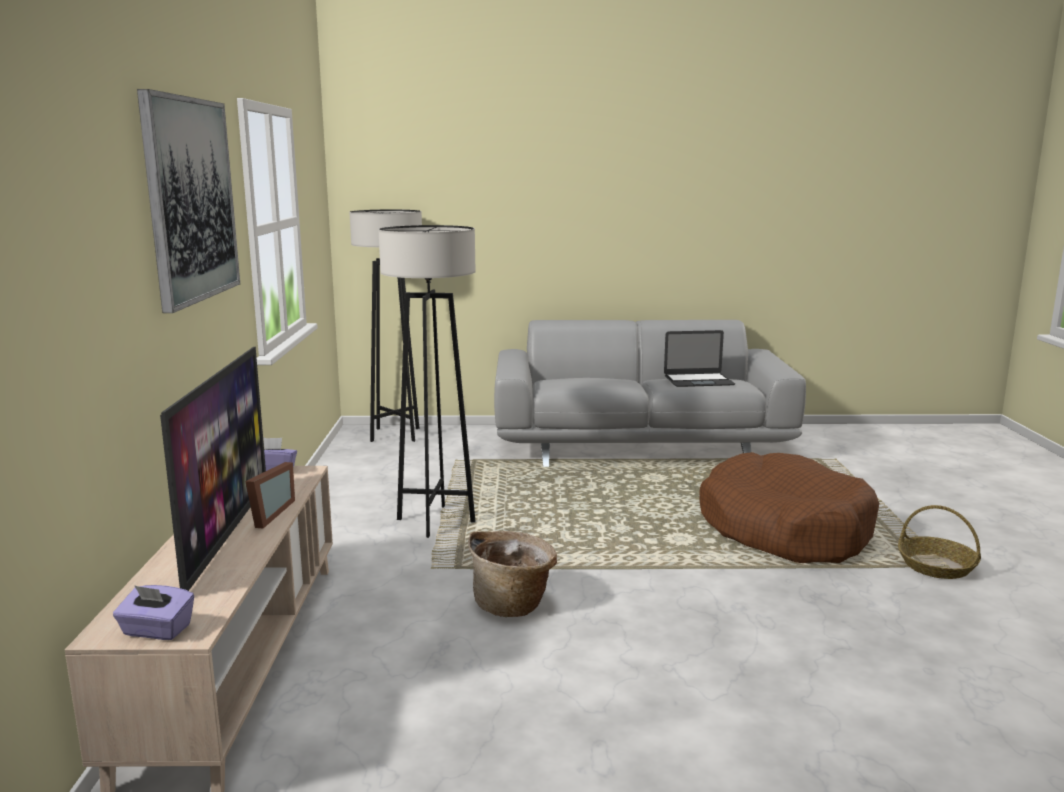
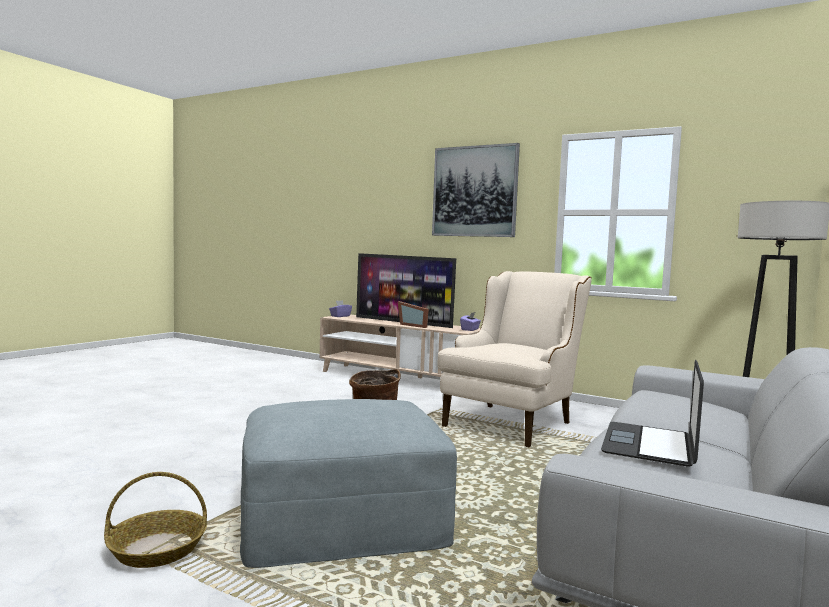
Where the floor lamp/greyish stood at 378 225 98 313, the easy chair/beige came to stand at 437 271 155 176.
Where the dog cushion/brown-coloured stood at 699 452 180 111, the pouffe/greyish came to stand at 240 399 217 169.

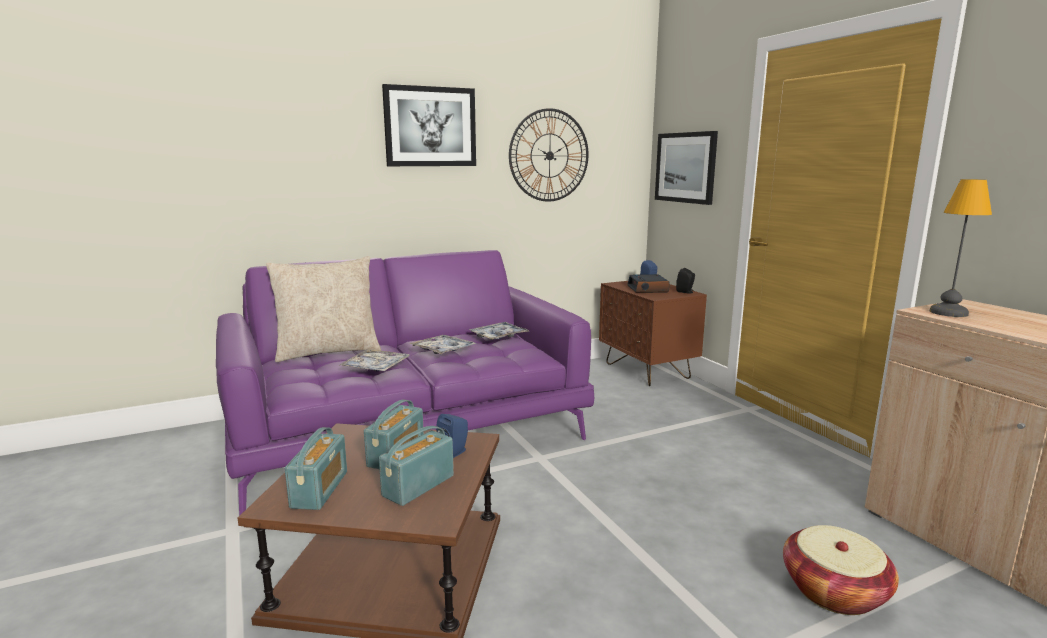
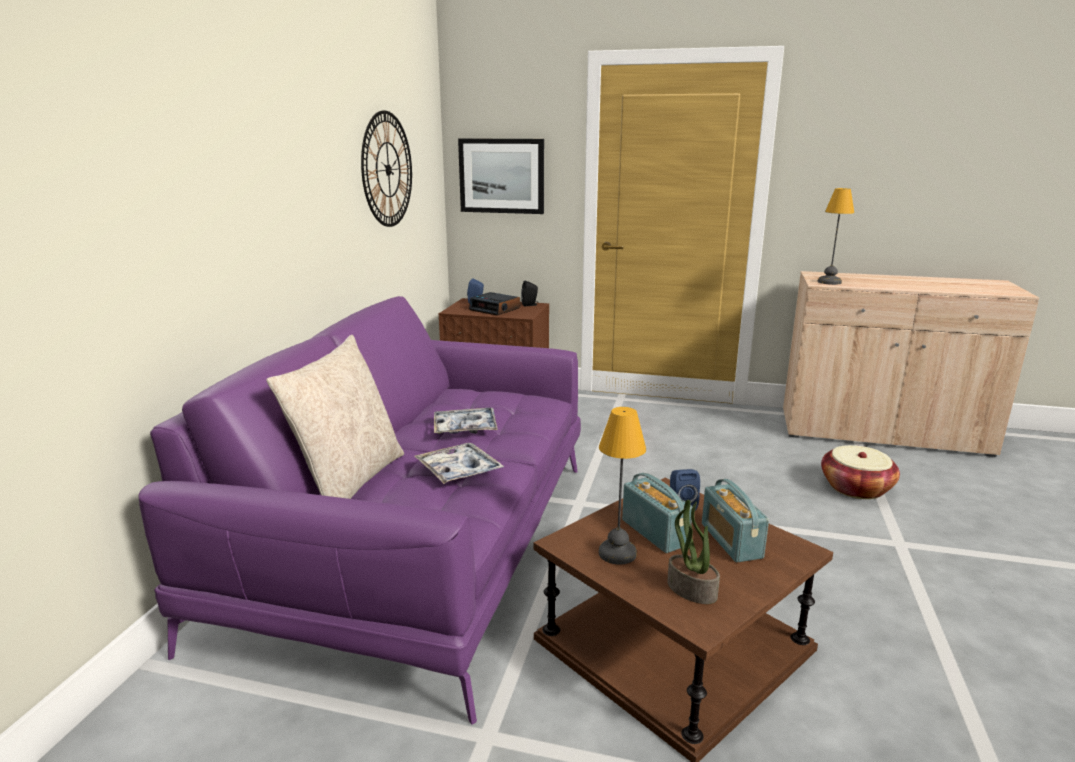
The second view lost the wall art at 382 84 94 82.
The second view lost the serving tray at 469 322 60 18.
Where the radio set stood at 285 427 62 83, the potted plant came to stand at 667 500 53 104.
The second view gained the tabletop lamp at 599 407 47 158.

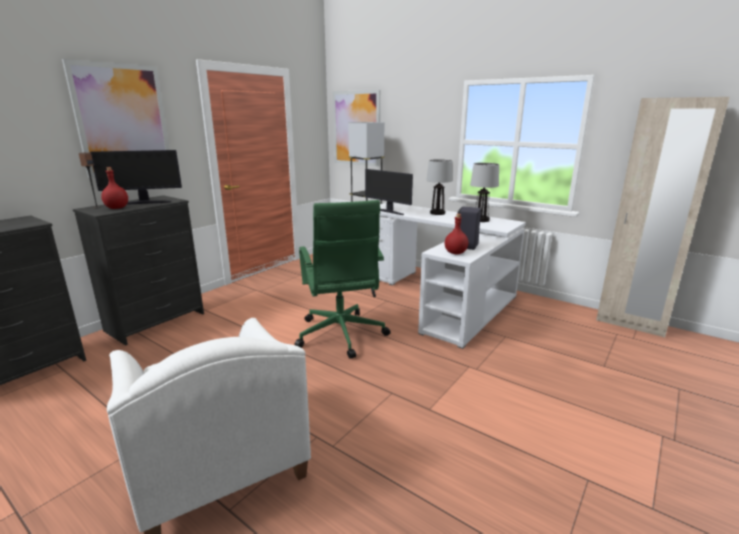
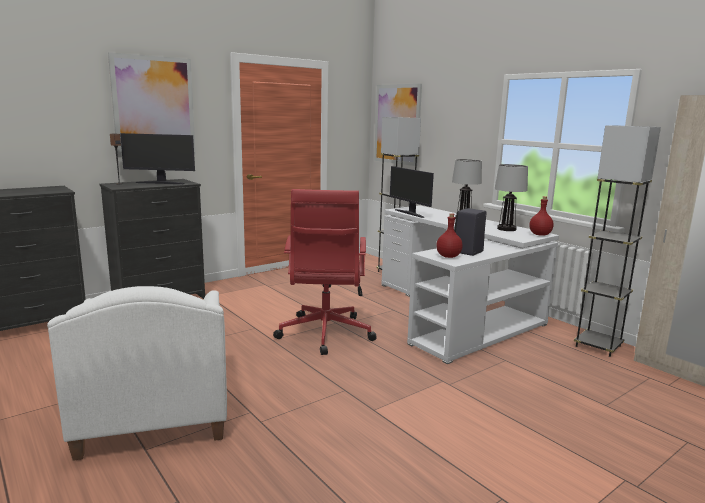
The drink bottle/red ended up elsewhere, having gone from 101 167 27 42 to 529 196 25 40.
What was the computer chair/green at 295 200 96 159 turned into the computer chair/red at 273 189 104 166.
The second view gained the floor lamp/greyish at 574 126 87 231.

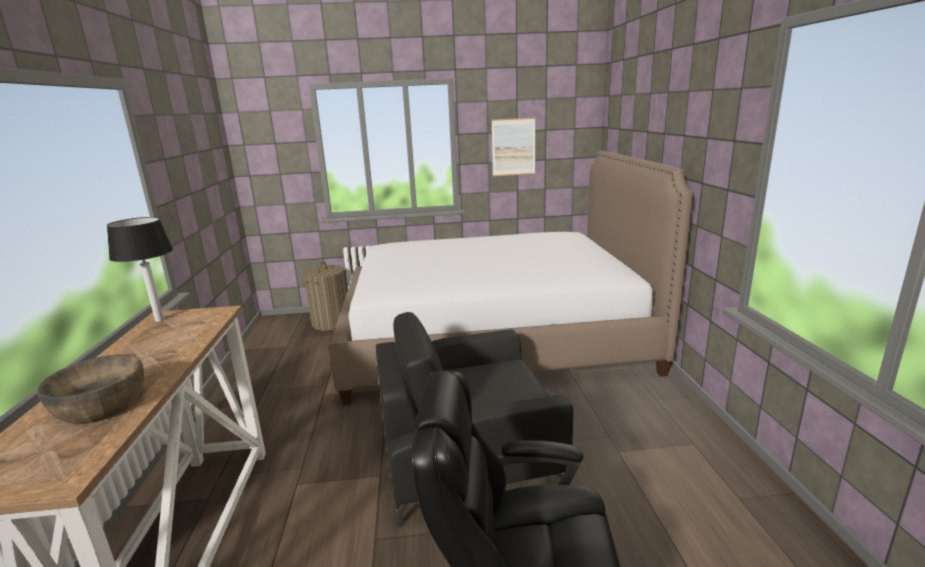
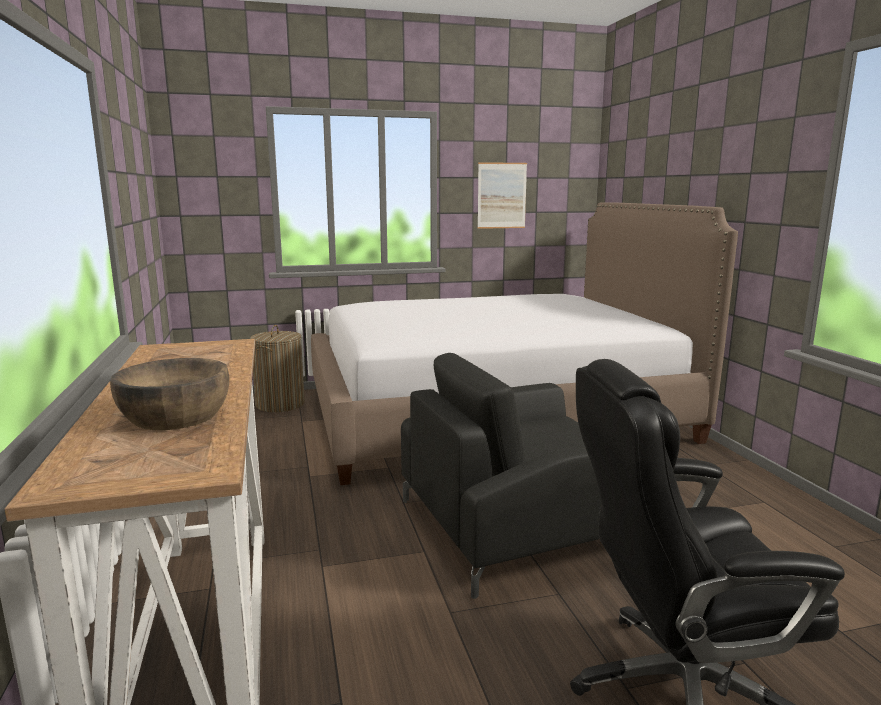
The second view lost the tabletop lamp at 107 217 66 105.

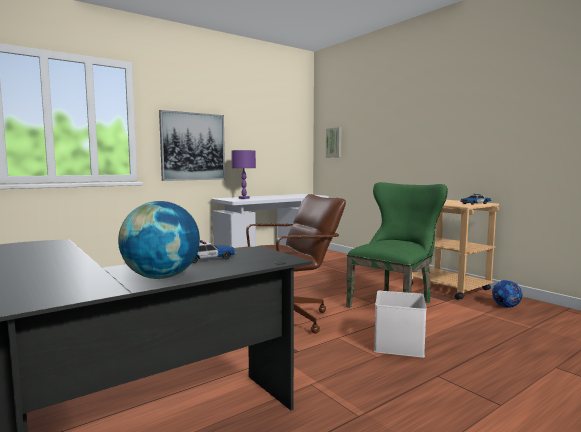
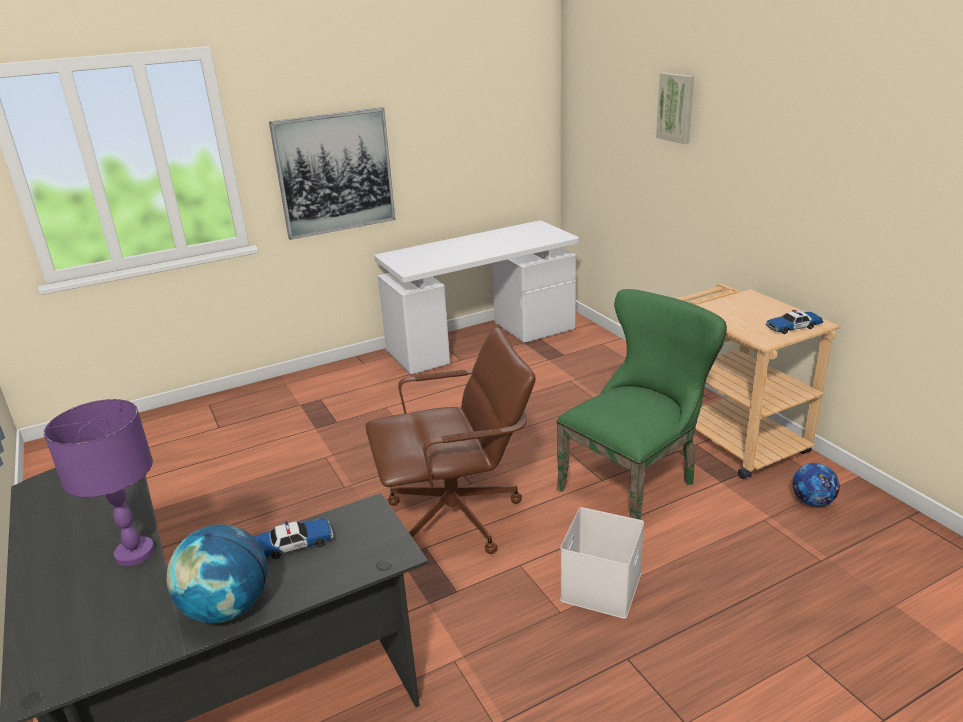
The wall art ended up elsewhere, having gone from 326 127 16 31 to 656 73 38 71.
The tabletop lamp/purple-coloured ended up elsewhere, having gone from 231 150 25 49 to 44 399 111 167.

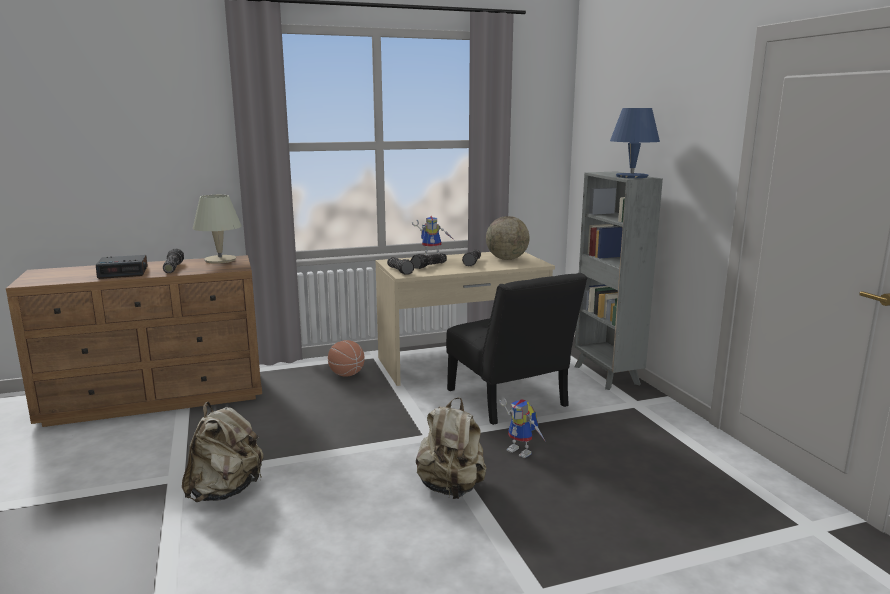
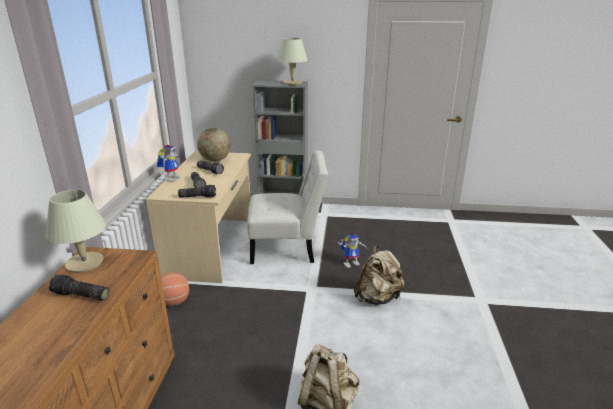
What was the tabletop lamp/bluish at 610 108 50 70 turned into the tabletop lamp/beige at 277 38 31 47.
The second view lost the table clock at 96 255 52 24.
What was the plain chair/black-coloured at 446 273 141 152 turned into the plain chair/whitish at 247 151 81 113.

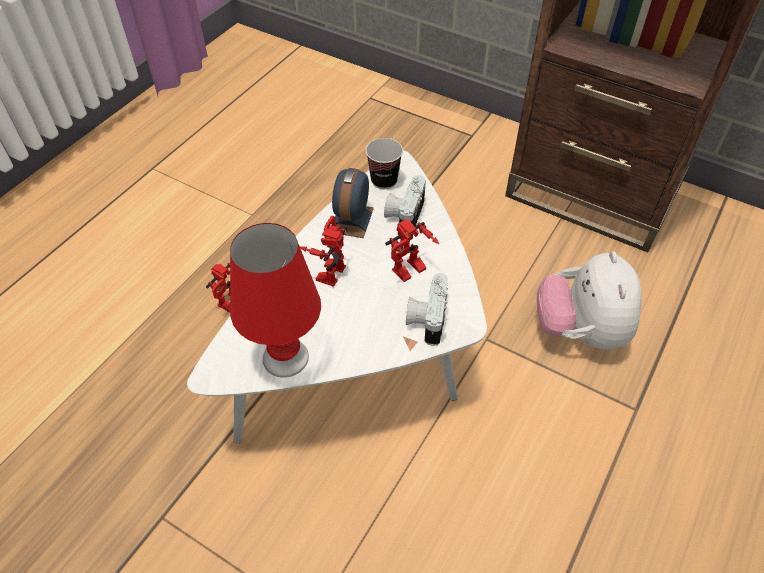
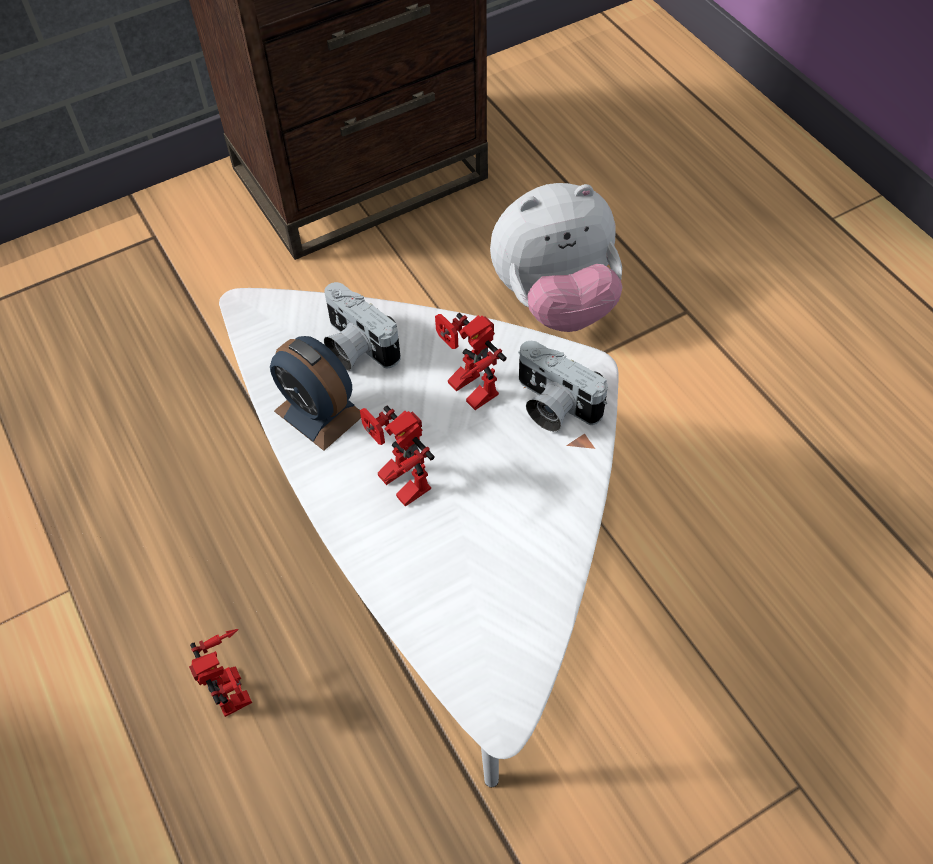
The second view lost the small cup at 366 138 37 51.
The robot figure at 385 220 54 62 ended up facing another way, 150 degrees clockwise from before.
The second view lost the tabletop lamp/red at 230 223 91 155.
The plush toy at 537 251 104 99 ended up facing another way, 45 degrees counterclockwise from before.

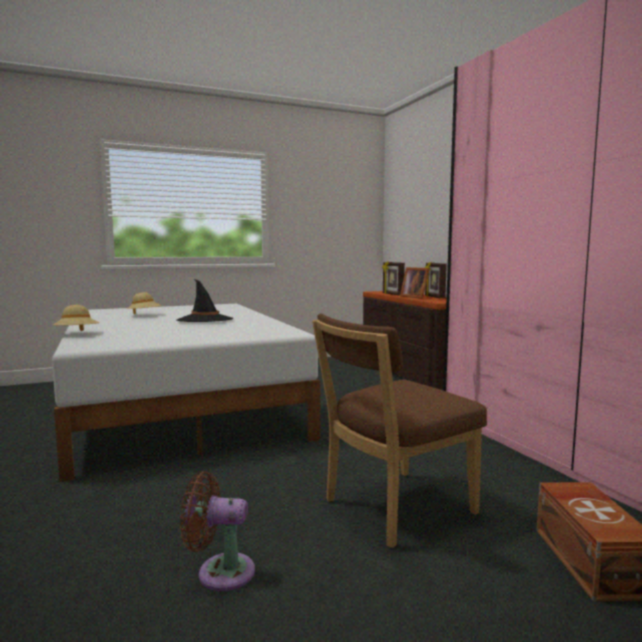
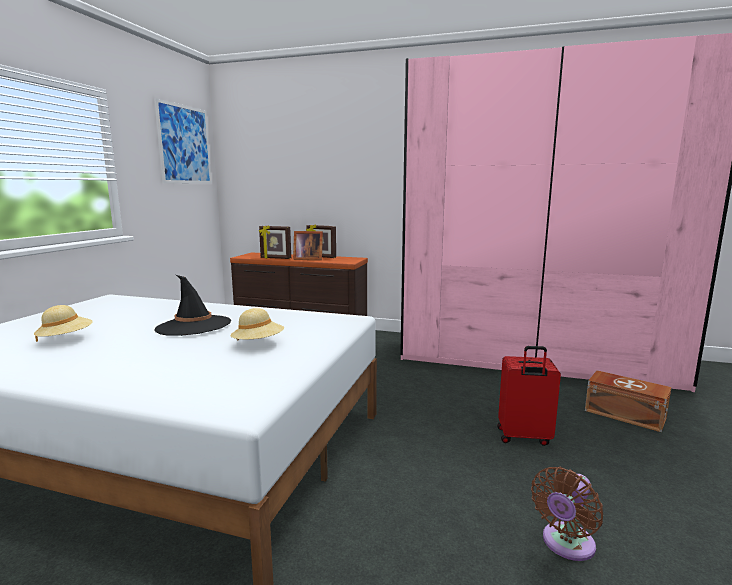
The clothing hat/beige ended up elsewhere, having gone from 53 305 46 26 to 231 308 53 33.
Where the plain chair/brown-coloured stood at 312 313 175 235, the suitcase/red came to stand at 497 346 64 100.
The second view gained the wall art at 154 98 58 86.

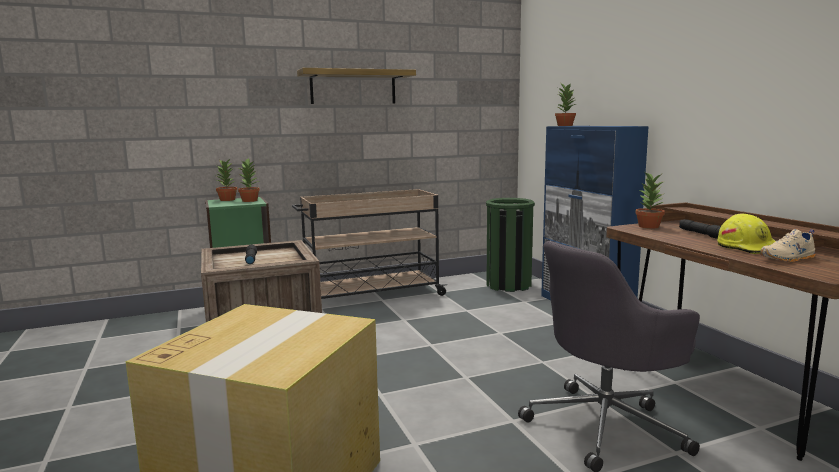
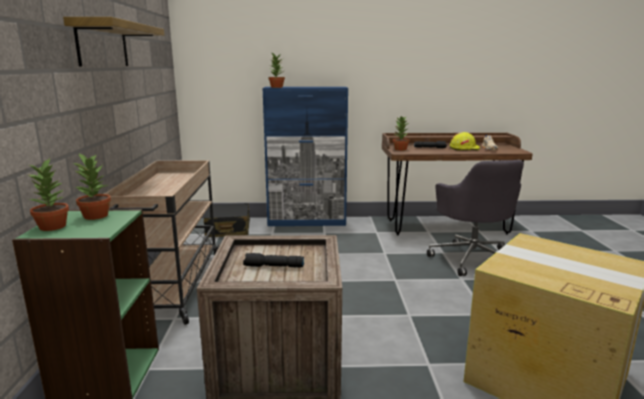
Where the rubbish bin/green stood at 486 198 49 94, the suitcase/black-coloured came to stand at 204 203 46 34.

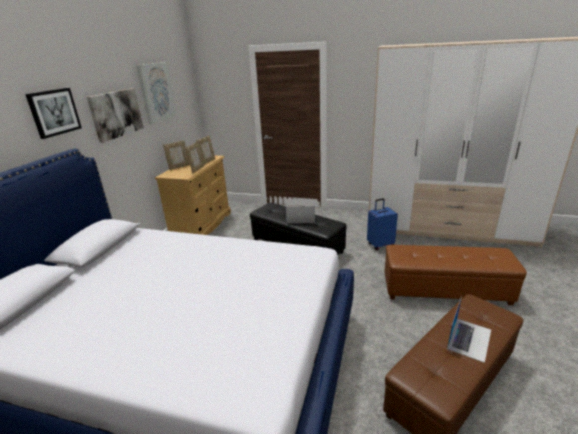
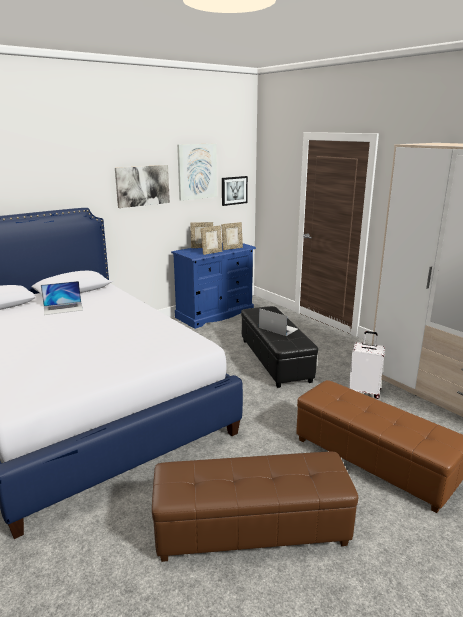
The wall art ended up elsewhere, having gone from 25 88 57 51 to 222 176 26 30.
What was the dresser/beige at 155 155 76 80 turned into the dresser/bluish at 171 242 85 87.
What was the suitcase/bluish at 367 198 31 52 turned into the suitcase/whitish at 349 331 36 68.
The laptop ended up elsewhere, having gone from 447 296 44 67 to 41 281 42 34.

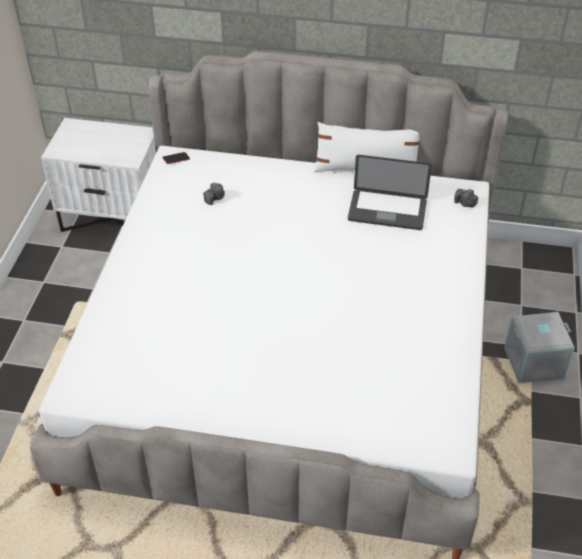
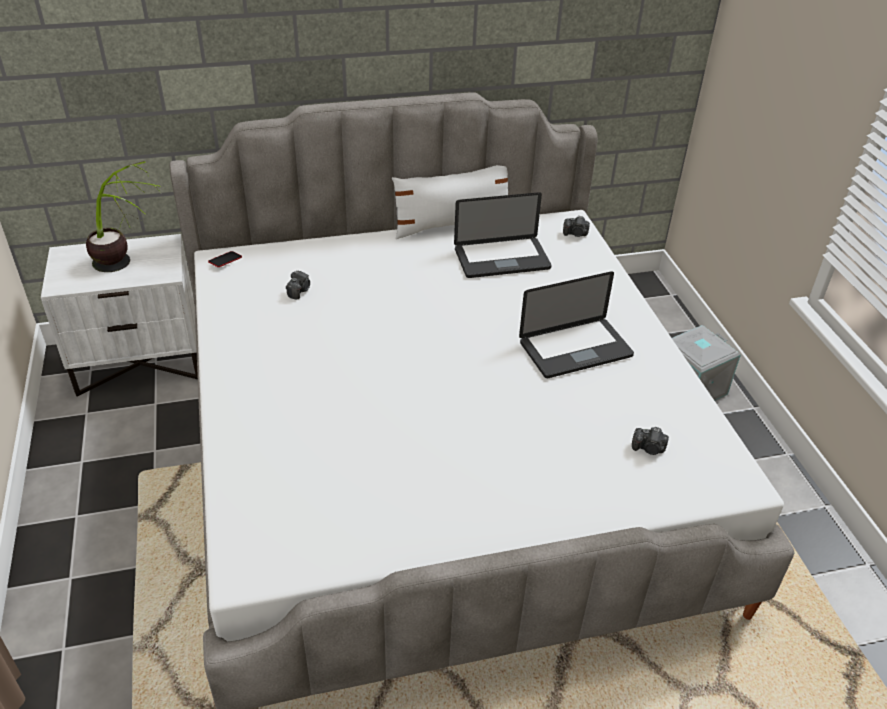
The second view gained the potted plant at 86 161 75 111.
The second view gained the laptop at 519 271 115 107.
The second view gained the photo camera at 632 427 37 28.

